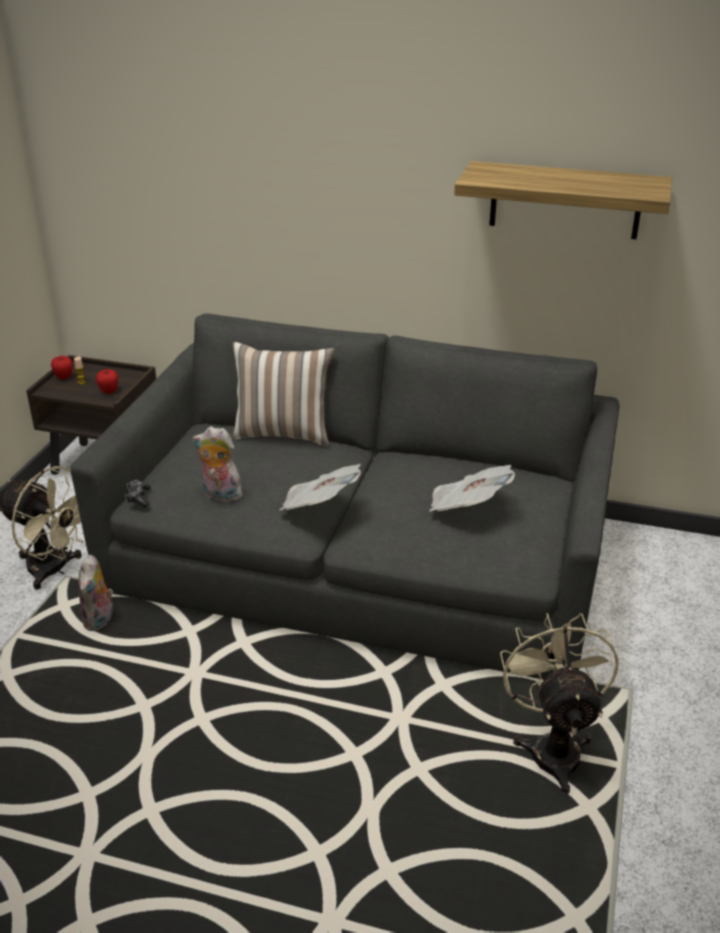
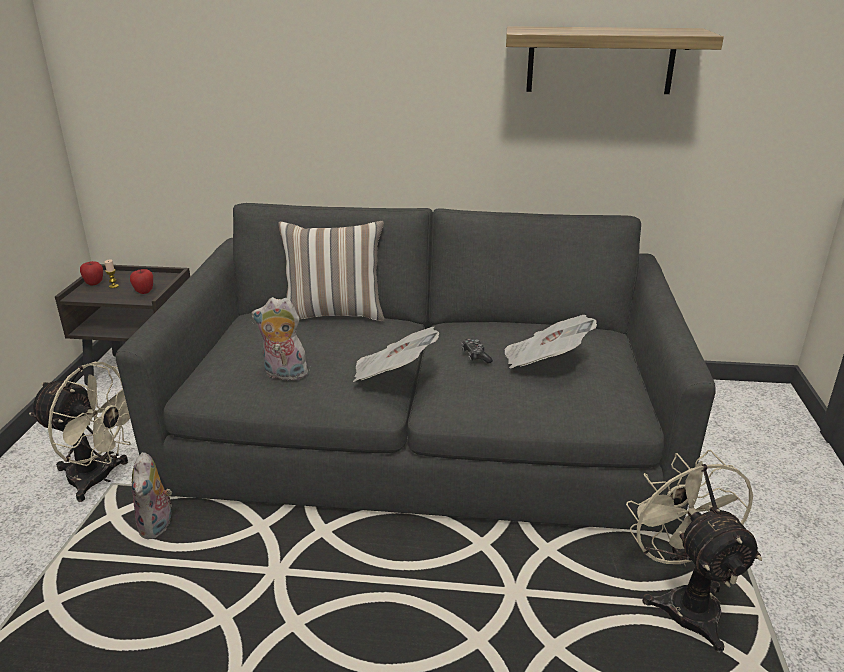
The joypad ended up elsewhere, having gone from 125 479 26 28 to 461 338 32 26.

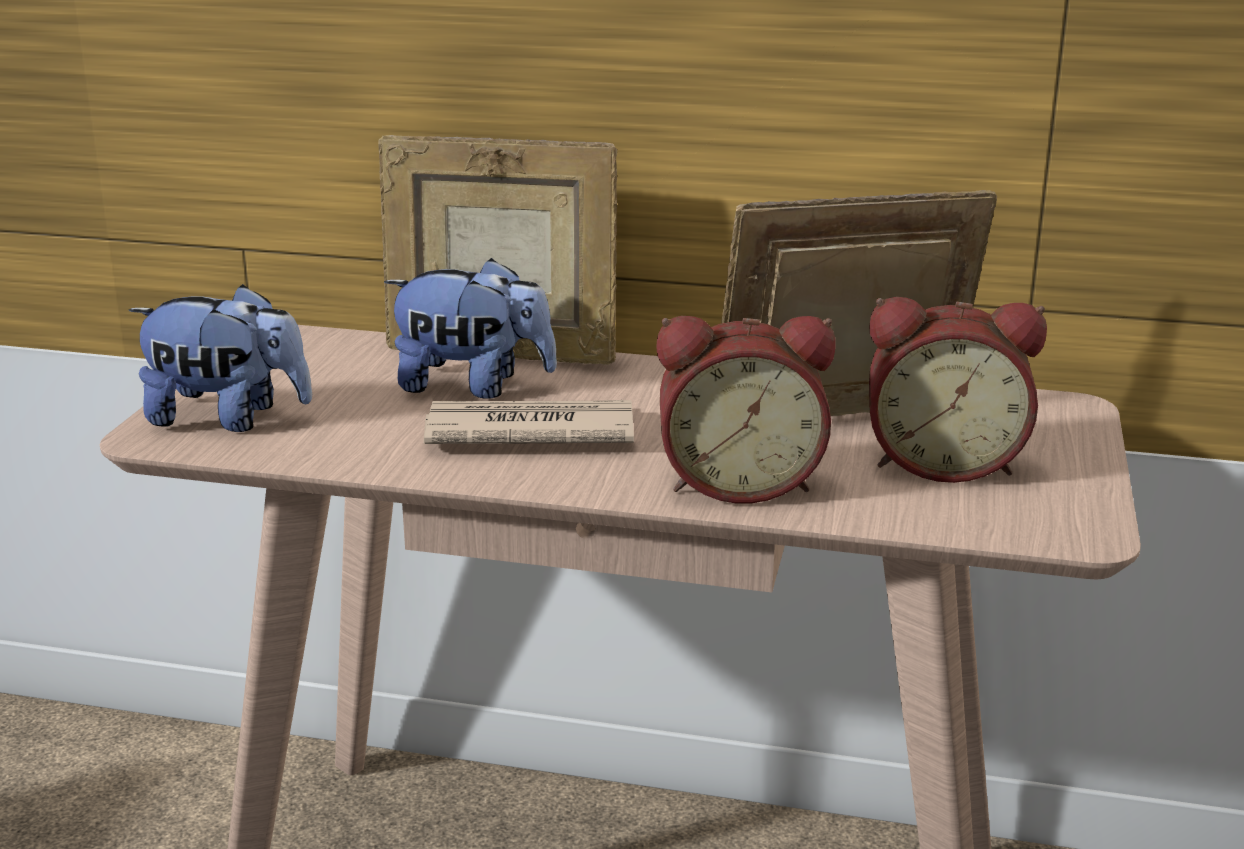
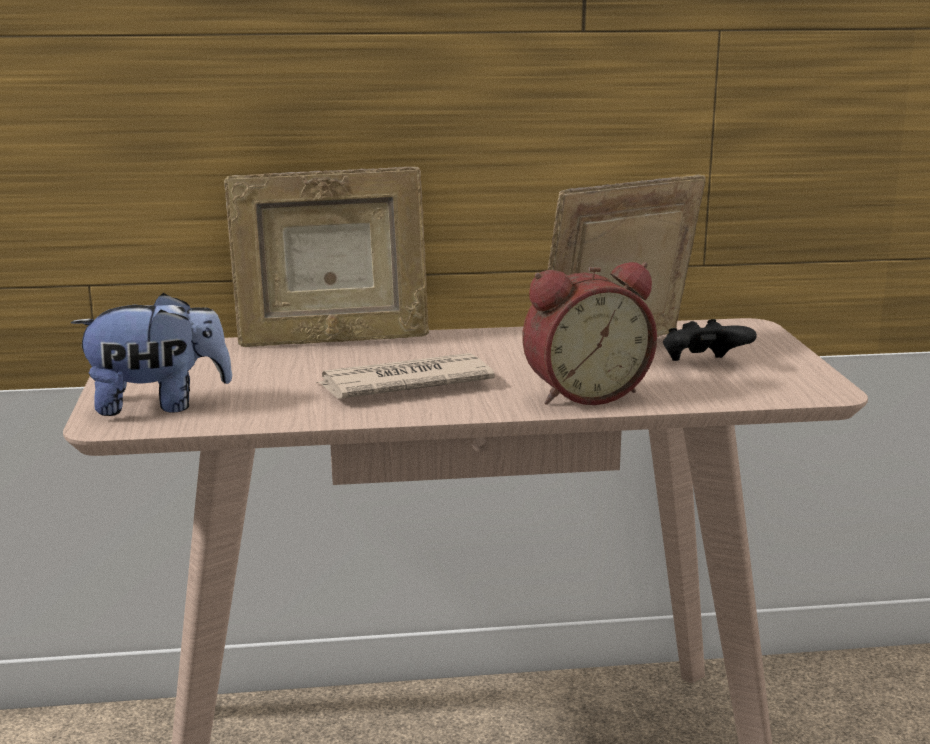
The second view lost the plush toy at 384 258 173 141.
Where the table clock stood at 869 297 178 186, the joypad/black-coloured came to stand at 663 319 94 42.

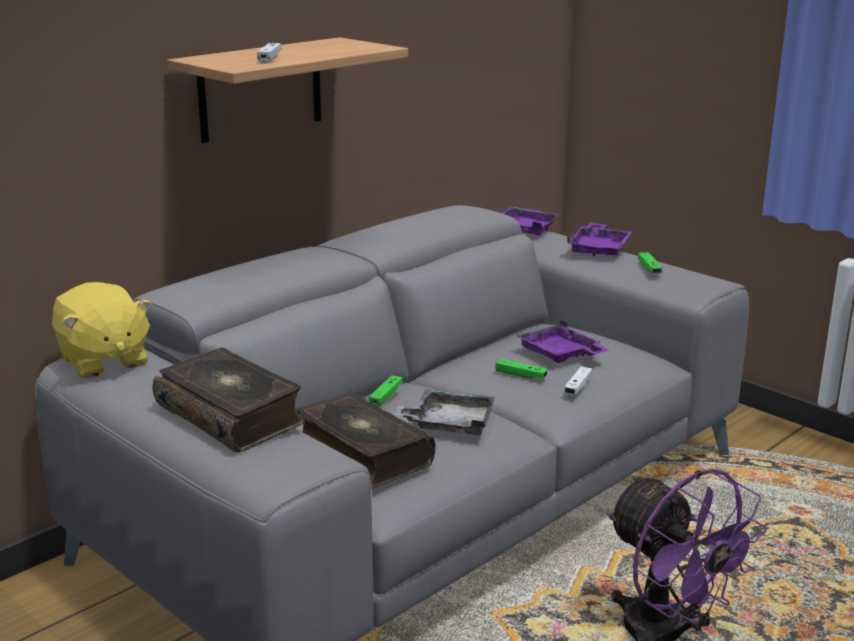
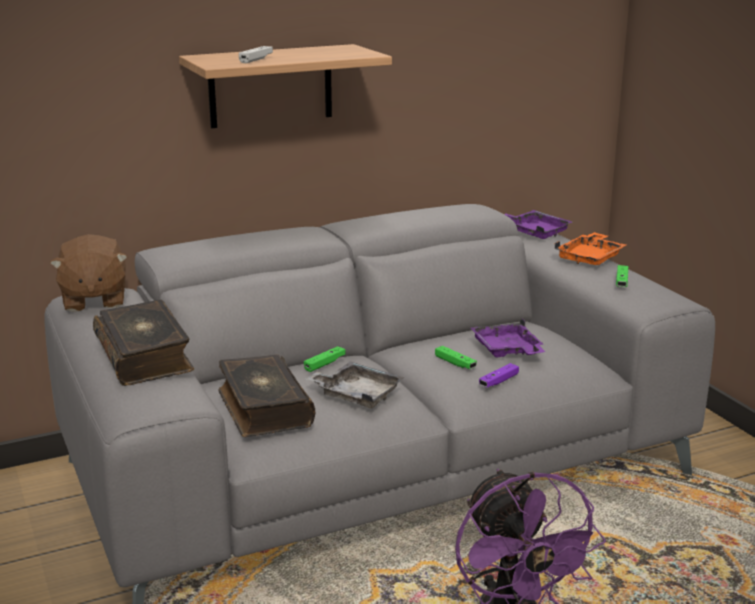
What was the serving tray/purple-coloured at 567 223 66 33 turned into the serving tray/orange at 554 232 72 33.
What was the plush toy/yellow-coloured at 52 282 100 96 turned into the plush toy/brown-coloured at 50 234 77 78.
What was the joypad/whitish at 564 366 28 29 turned into the joypad/purple-coloured at 479 363 40 25.

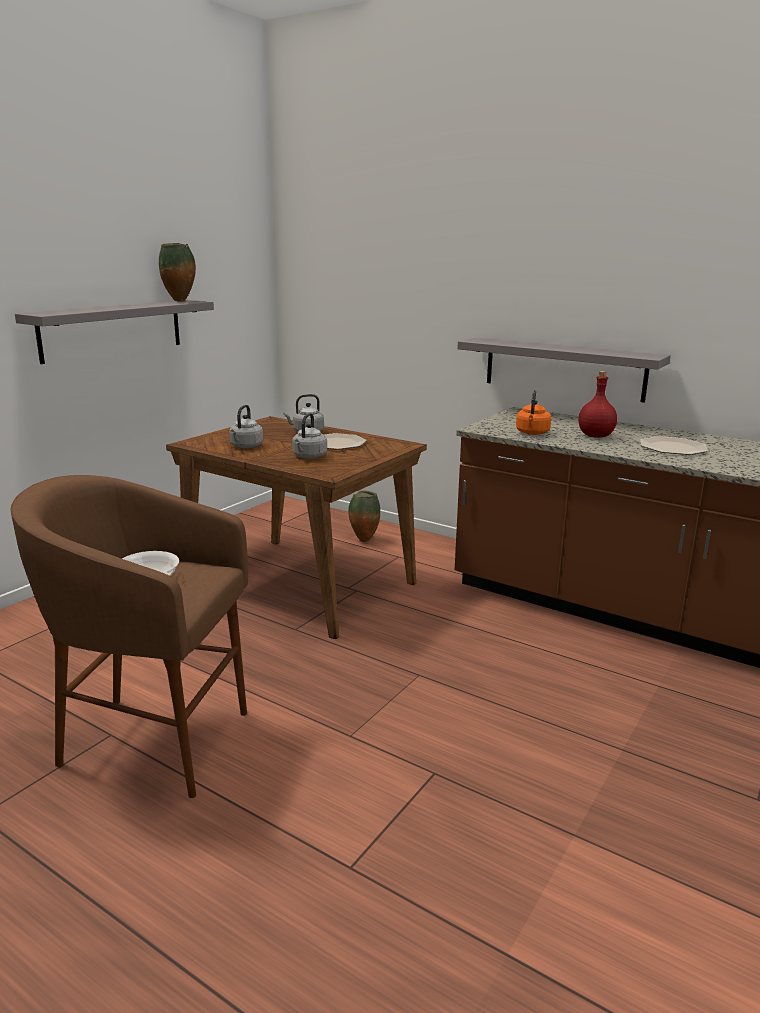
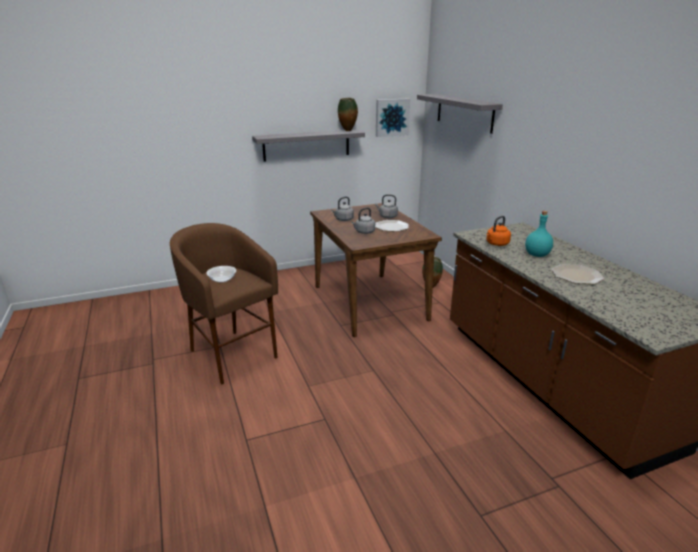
The bracket shelf/greyish ended up elsewhere, having gone from 457 337 214 66 to 417 94 86 40.
What was the drink bottle/red at 579 371 38 67 turned into the drink bottle/turquoise-coloured at 525 211 28 46.
The second view gained the wall art at 376 99 34 38.

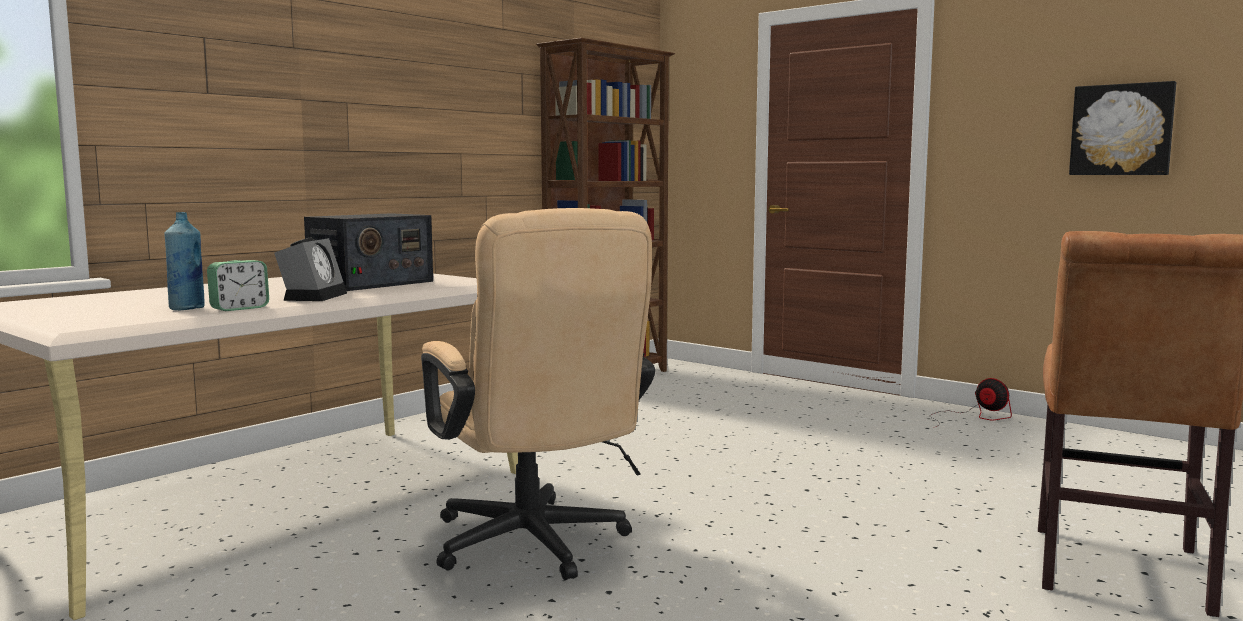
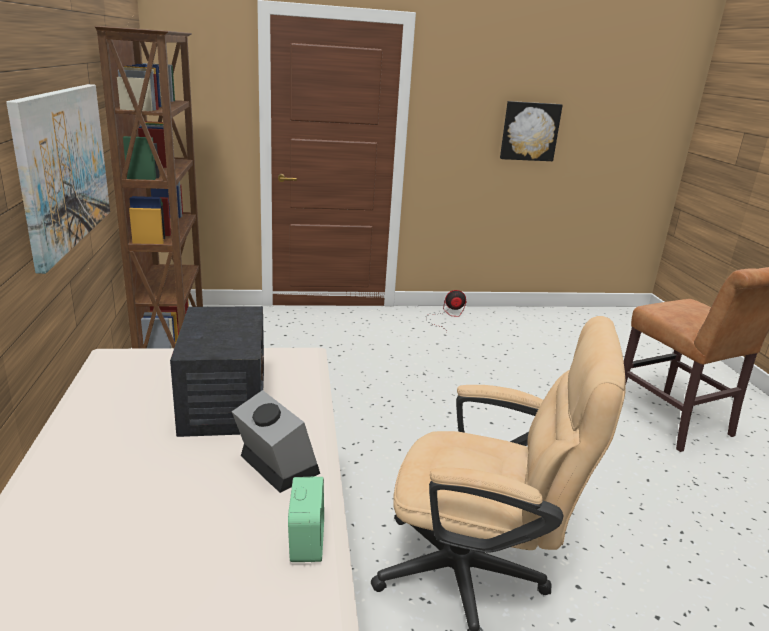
The second view lost the drink bottle/bluish at 164 212 41 98.
The second view gained the wall art at 6 84 104 190.

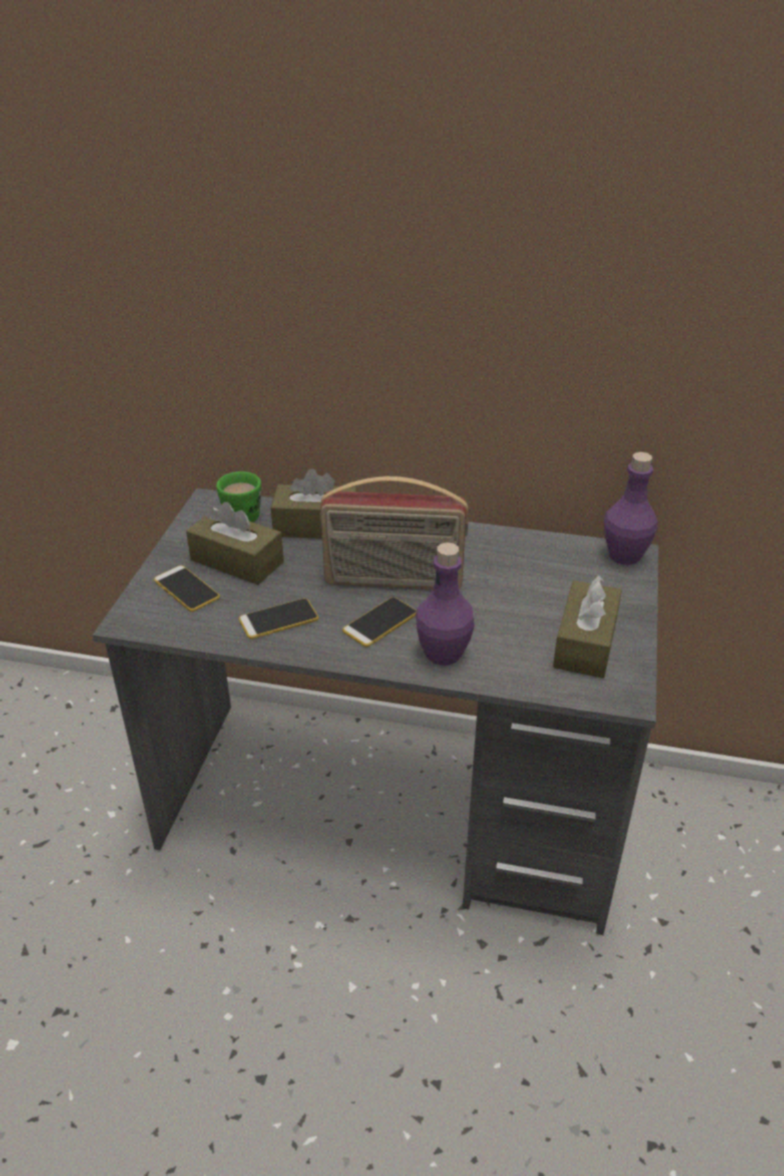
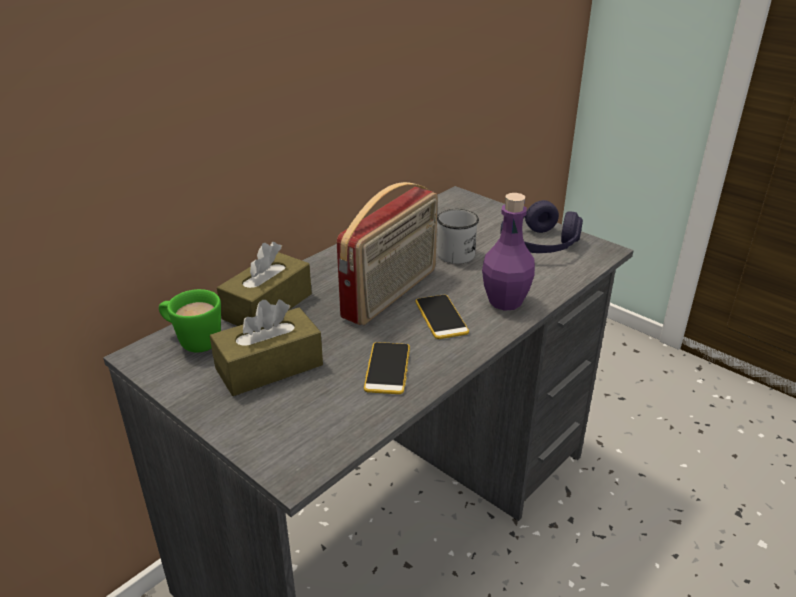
The second view lost the drink bottle/purple-coloured at 604 452 53 113.
The second view lost the phone at 154 565 66 47.
Where the box of tissues/brown-coloured stood at 553 575 69 103, the headphones/purple-coloured came to stand at 500 200 83 53.
The second view gained the coffee mug/whitish at 437 209 42 55.

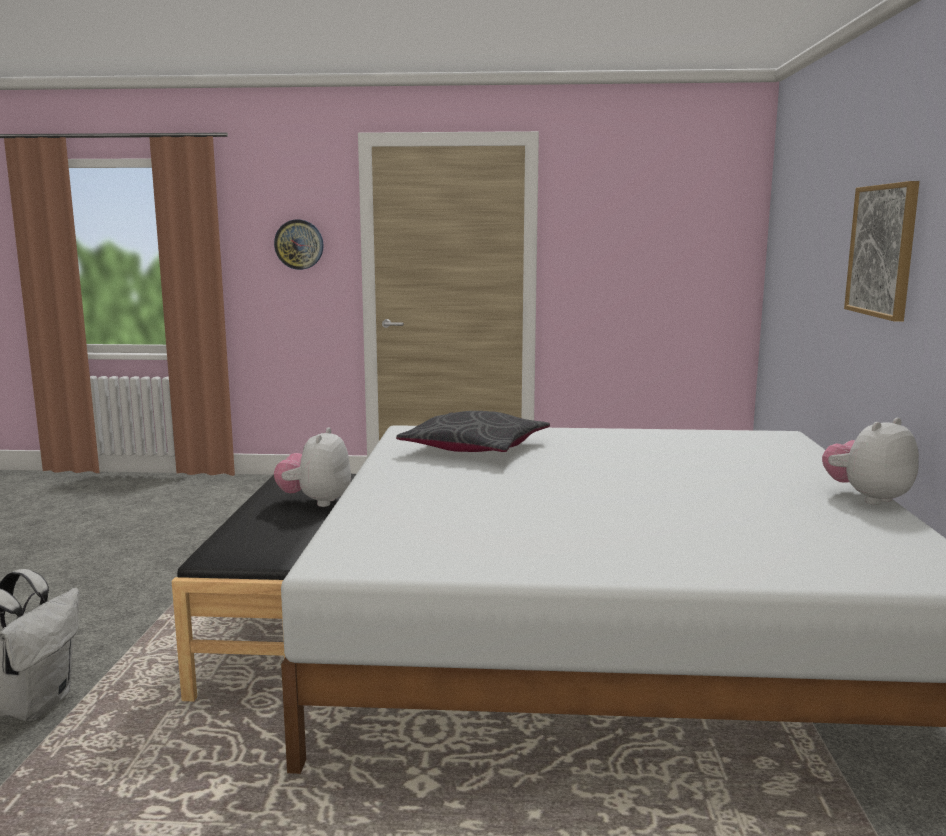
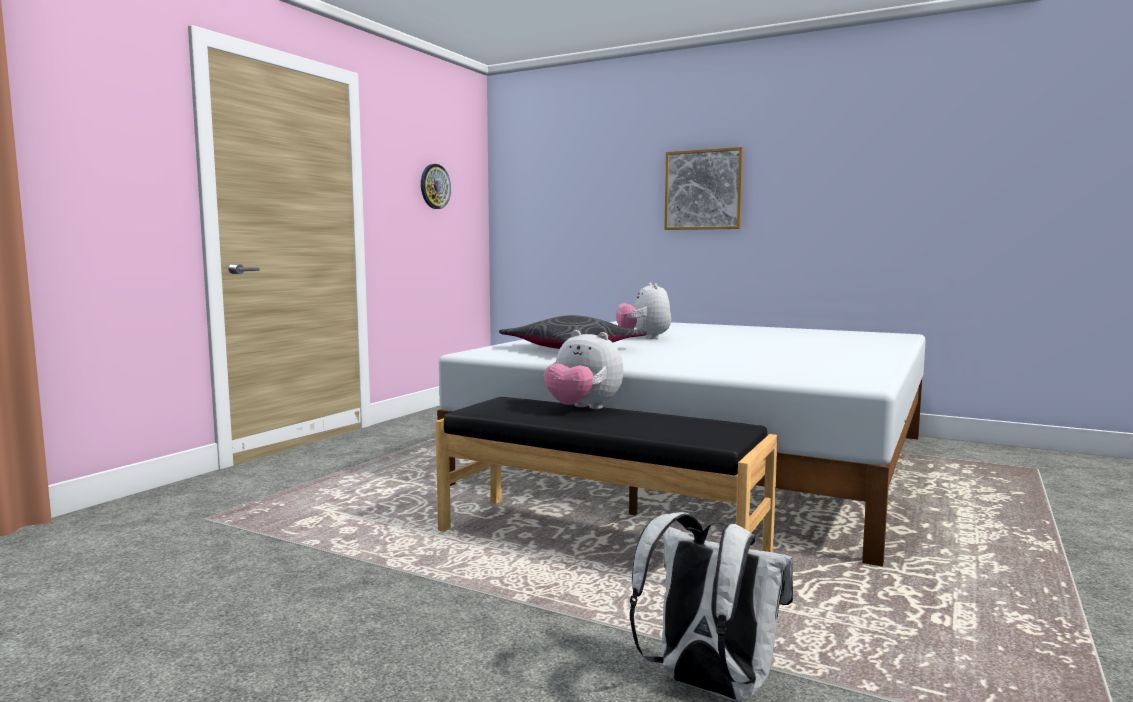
The wall clock ended up elsewhere, having gone from 274 220 50 50 to 421 164 30 45.
The plush toy ended up elsewhere, having gone from 822 418 97 87 to 616 282 55 57.

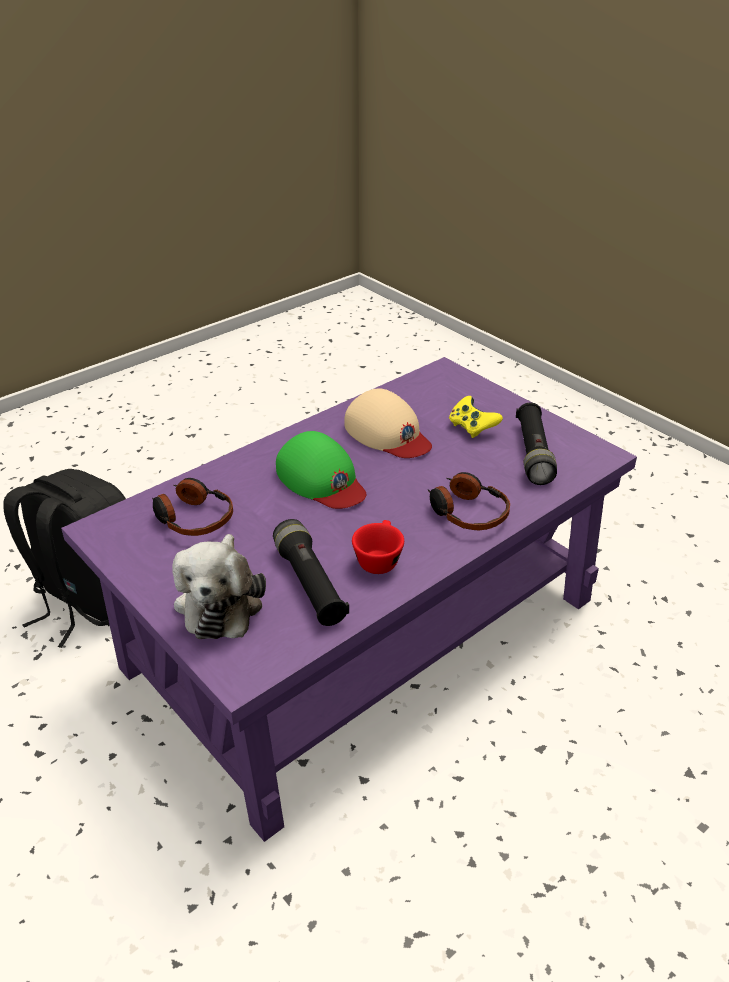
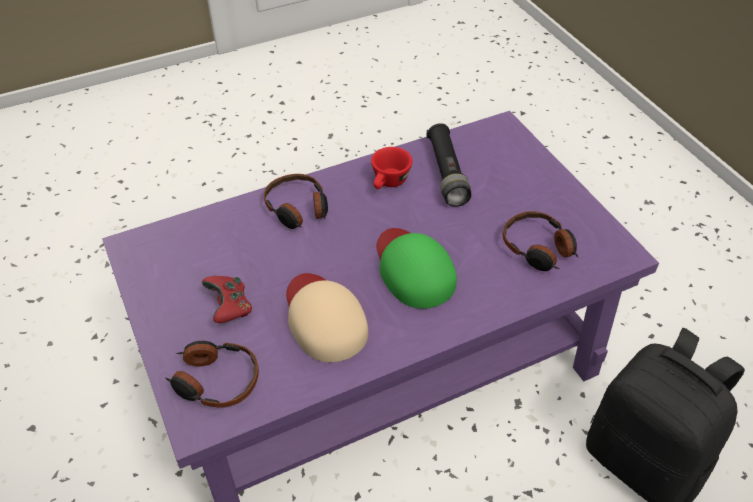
What was the joypad/yellow-coloured at 449 396 54 42 turned into the joypad/red at 202 276 50 47.
The second view lost the flashlight/black-coloured at 516 402 41 83.
The second view lost the plush toy at 172 534 94 105.
The second view gained the headphones at 165 341 94 66.

